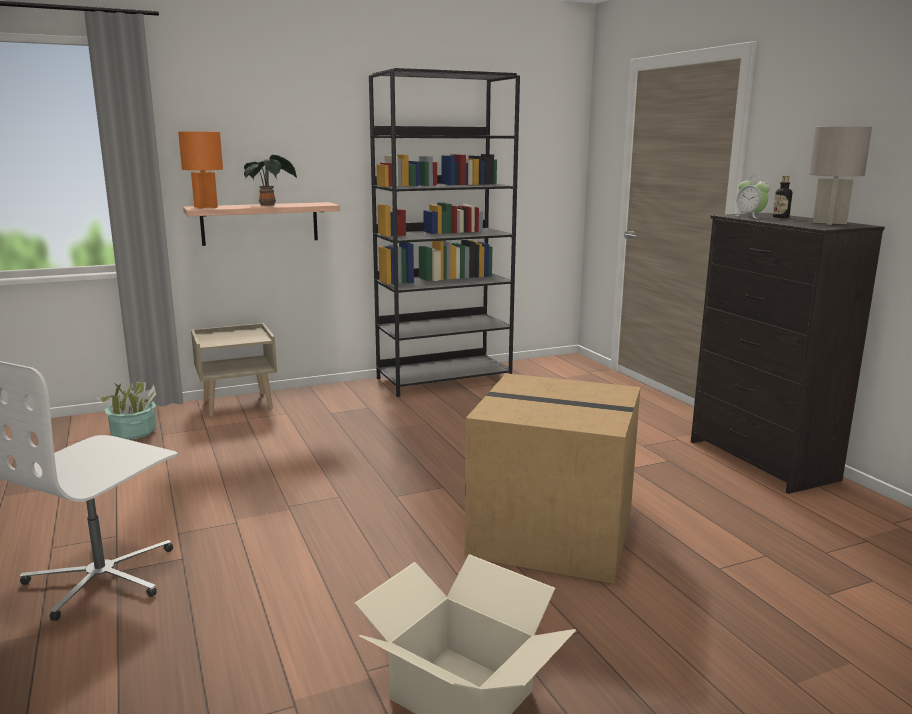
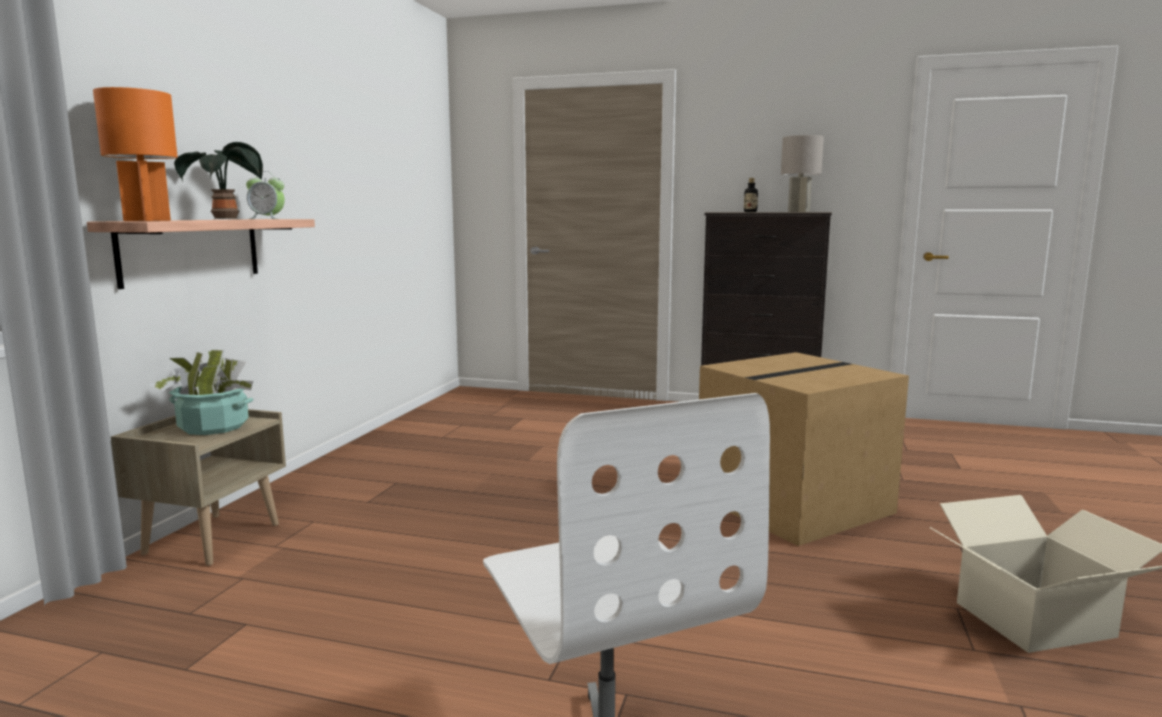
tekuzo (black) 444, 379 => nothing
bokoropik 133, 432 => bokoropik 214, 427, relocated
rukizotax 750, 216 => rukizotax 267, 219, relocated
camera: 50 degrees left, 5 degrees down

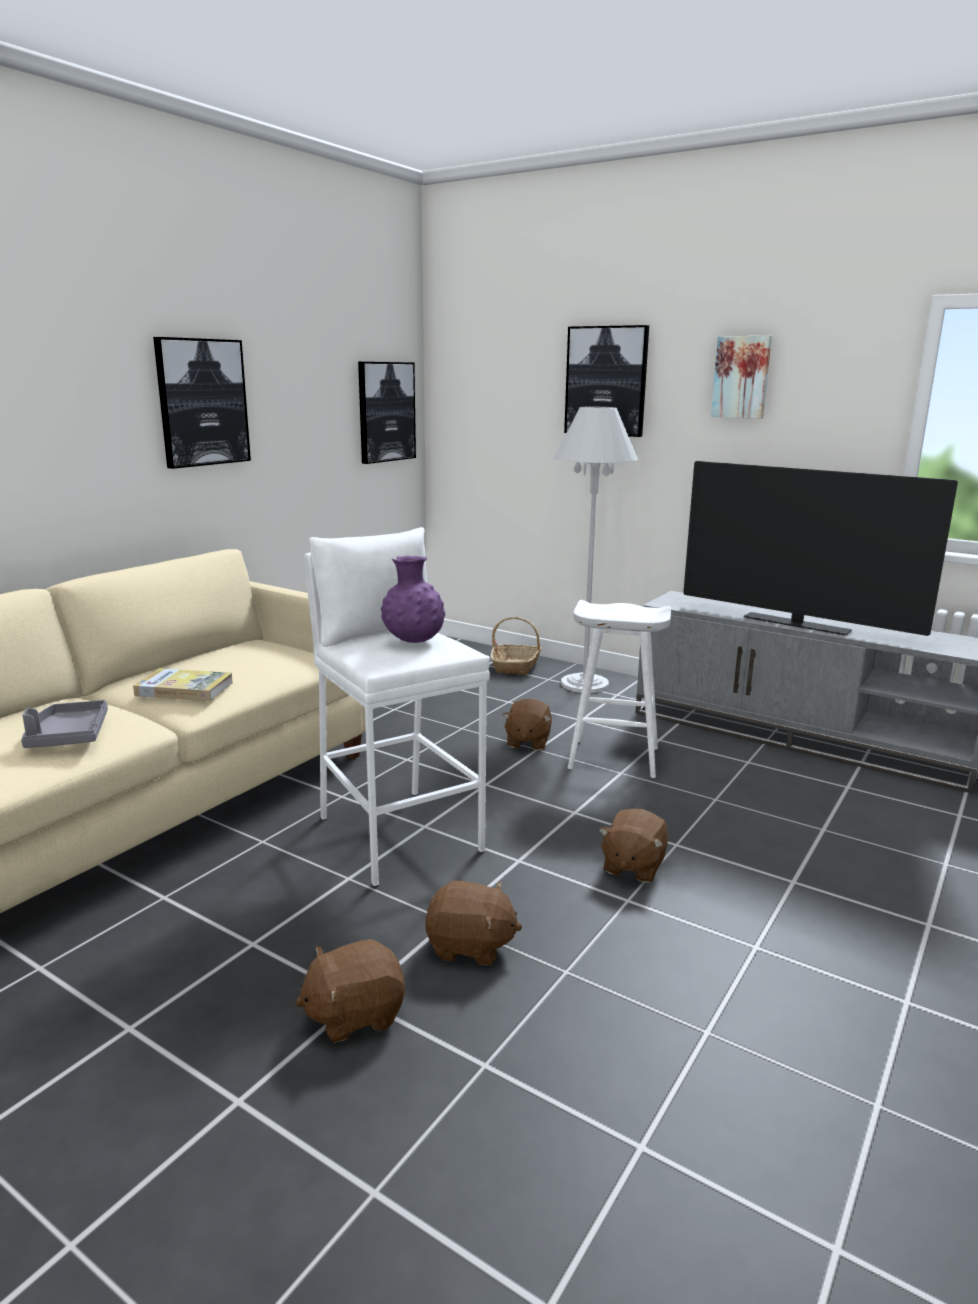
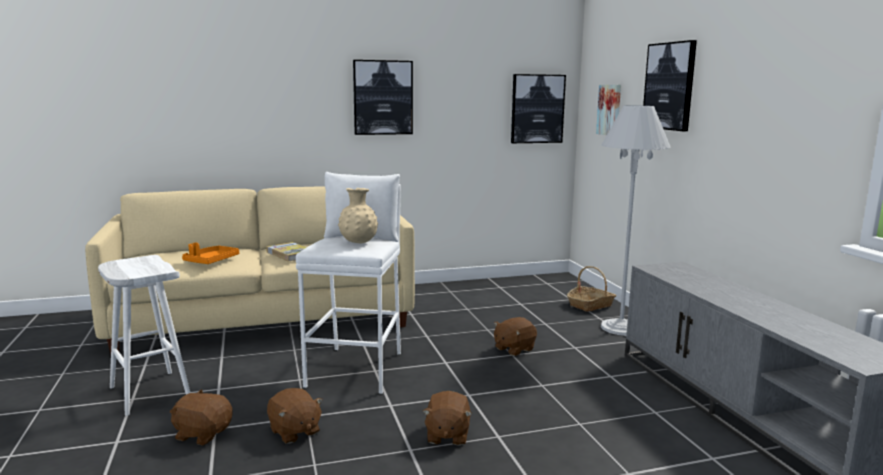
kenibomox 796, 624 => nothing
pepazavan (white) 612, 758 => pepazavan (white) 148, 392, relocated
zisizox 741, 377 => zisizox 610, 110, relocated
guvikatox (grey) 68, 736 => guvikatox (orange) 211, 261
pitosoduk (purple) 414, 642 => pitosoduk (beige) 358, 243
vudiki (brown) 632, 866 => vudiki (brown) 447, 435, 60 degrees counterclockwise
camera: 40 degrees right, 5 degrees down

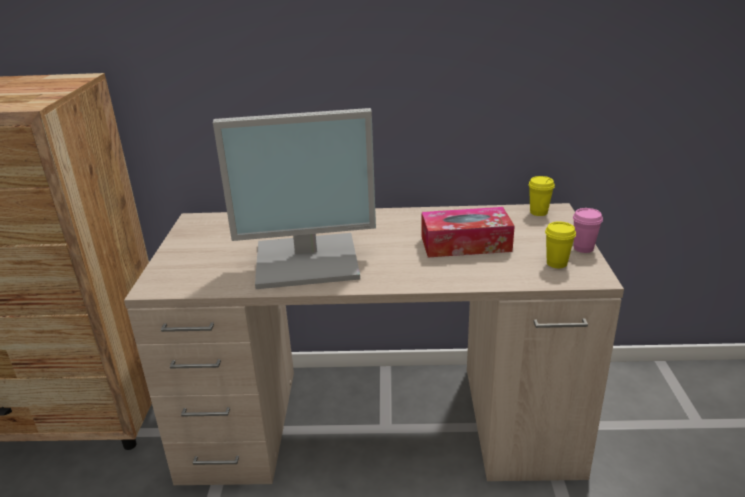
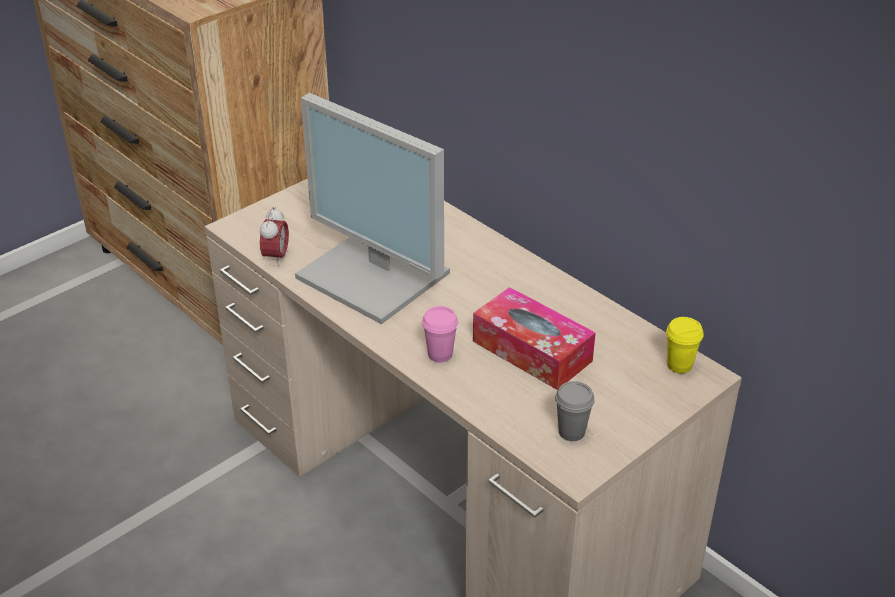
nothing => rukizotax 276, 257
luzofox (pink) 583, 248 => luzofox (pink) 440, 354, relocated
luzofox (yellow) 556, 263 => luzofox (grey) 571, 432
camera: 45 degrees right, 10 degrees up

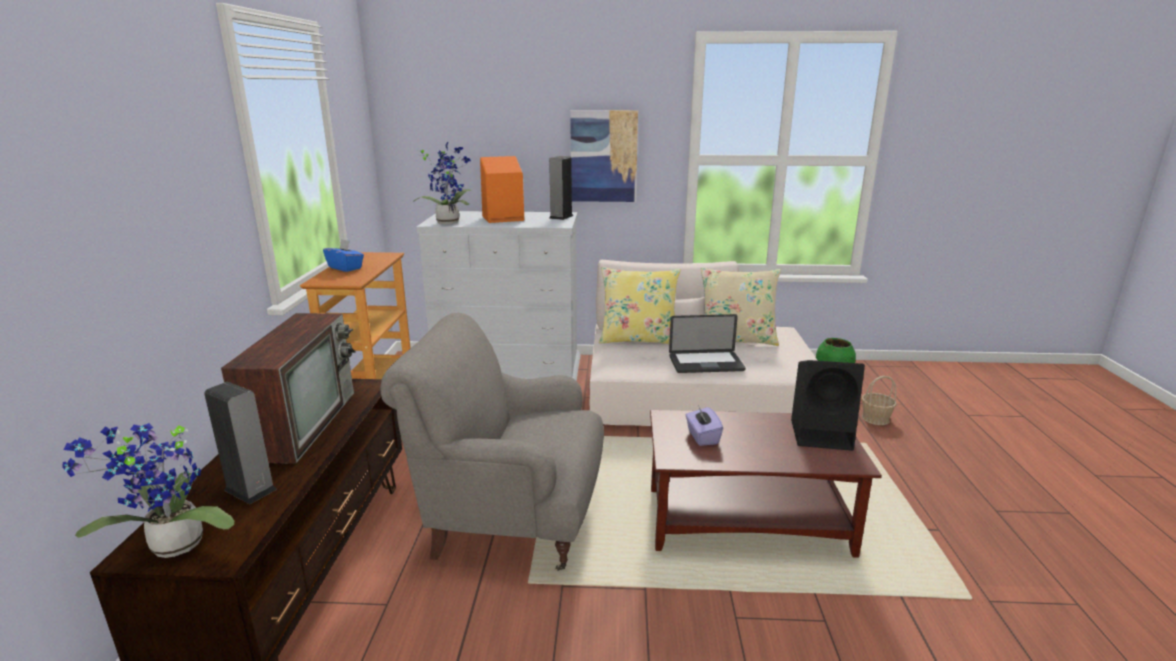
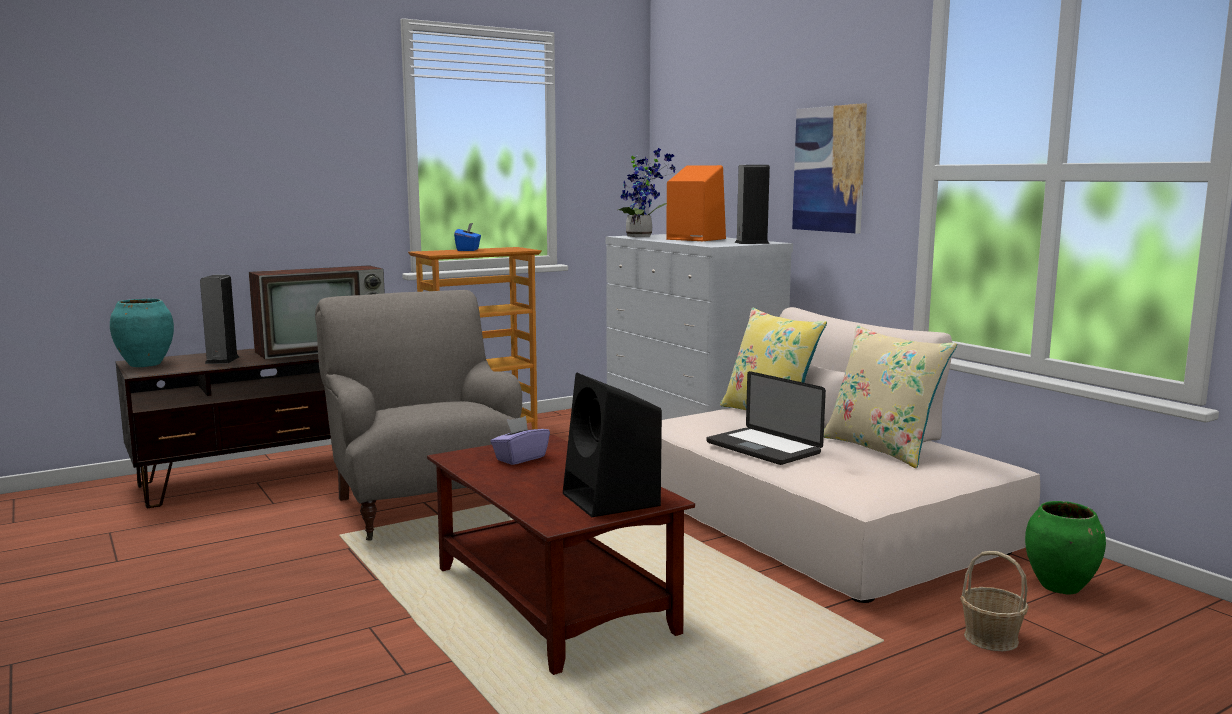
bokoropik 172, 549 => pitosoduk (turquoise) 145, 364
camera: 55 degrees right, 10 degrees down

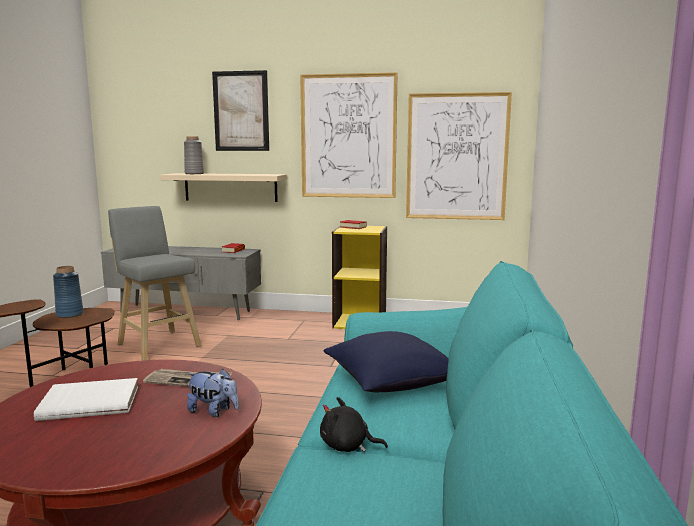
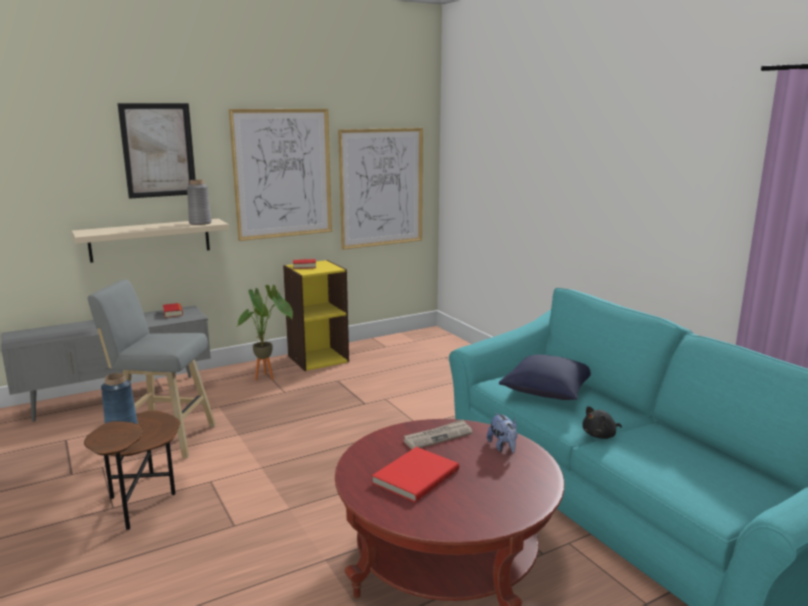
nothing => bokoropik 269, 377
pitosoduk (grey) 194, 173 => pitosoduk (grey) 200, 223, relocated
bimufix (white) 90, 402 => bimufix (red) 414, 476
vudiki 213, 411 => vudiki 503, 447, 90 degrees clockwise
camera: 40 degrees left, 5 degrees up

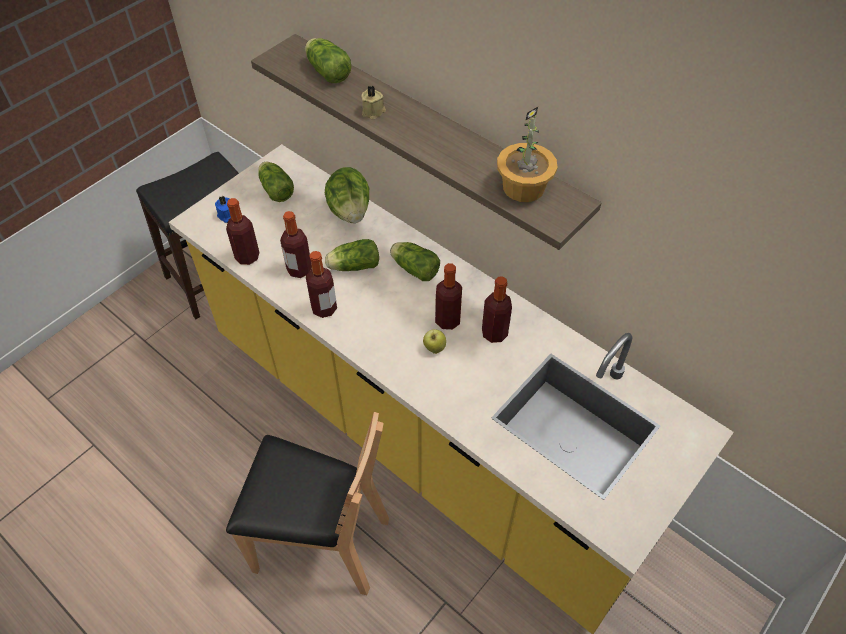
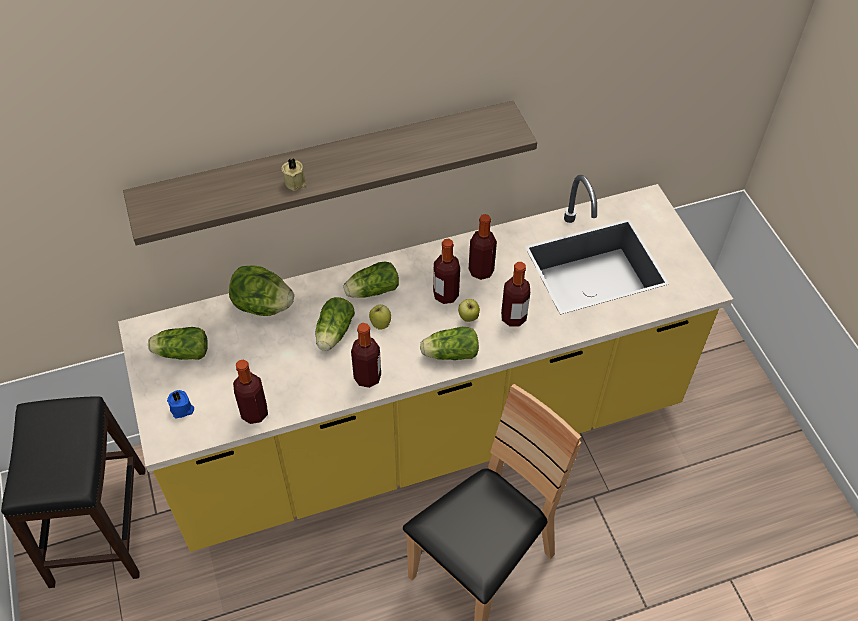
bokoropik 524, 187 => nothing
nothing => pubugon 380, 324
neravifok 299, 269 => neravifok 513, 317, relocated
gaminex 327, 71 => gaminex 448, 353, relocated
camera: 60 degrees left, 0 degrees up

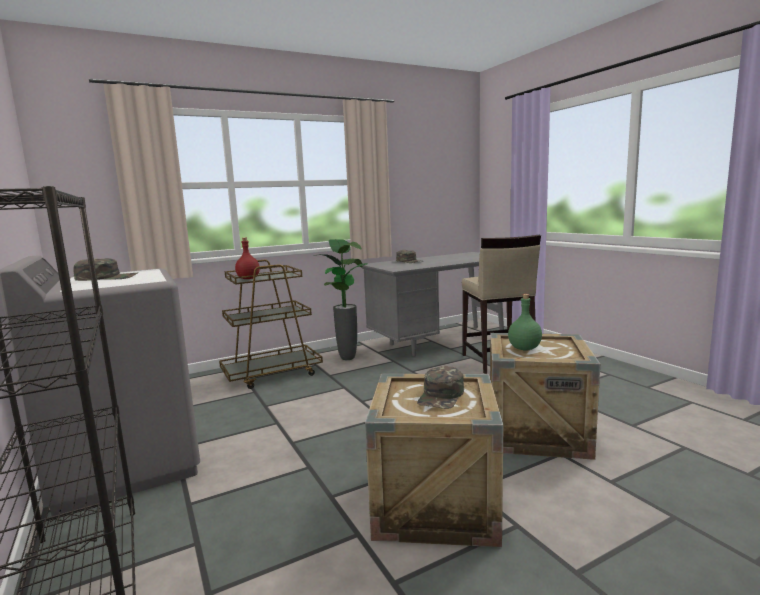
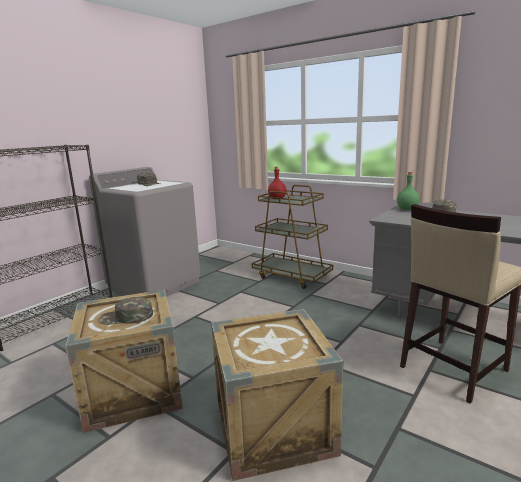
bokoropik 348, 358 => nothing
neravifok (green) 525, 349 => neravifok (green) 407, 209, relocated
camera: 65 degrees right, 5 degrees up

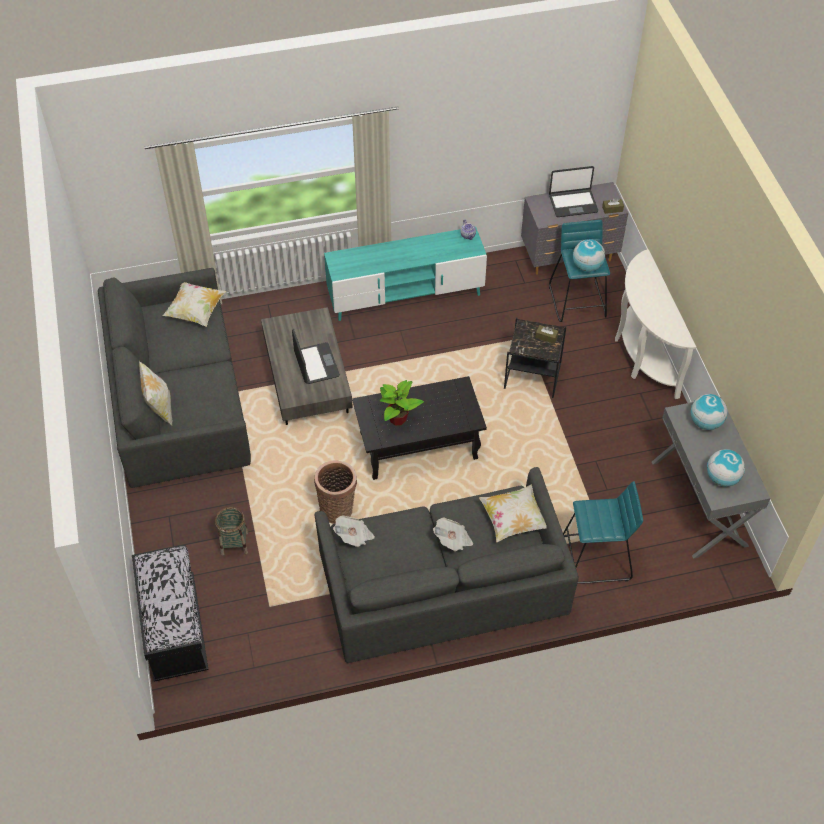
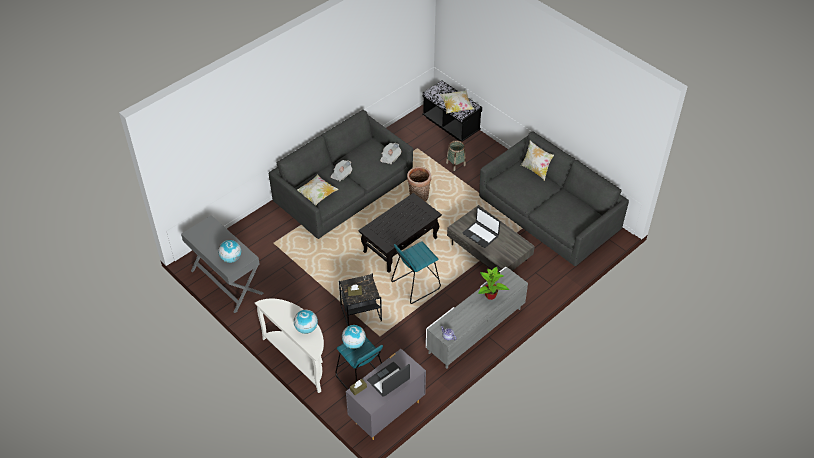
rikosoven 196, 311 => rikosoven 456, 107, relocated
bokoropik 398, 419 => bokoropik 490, 295, relocated
pepazavan (turquoise) 596, 558 => pepazavan (turquoise) 415, 285, relocated
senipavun 722, 478 => senipavun 306, 328, relocated
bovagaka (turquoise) 405, 295 => bovagaka (grey) 475, 330
camera: 150 degrees right, 5 degrees down

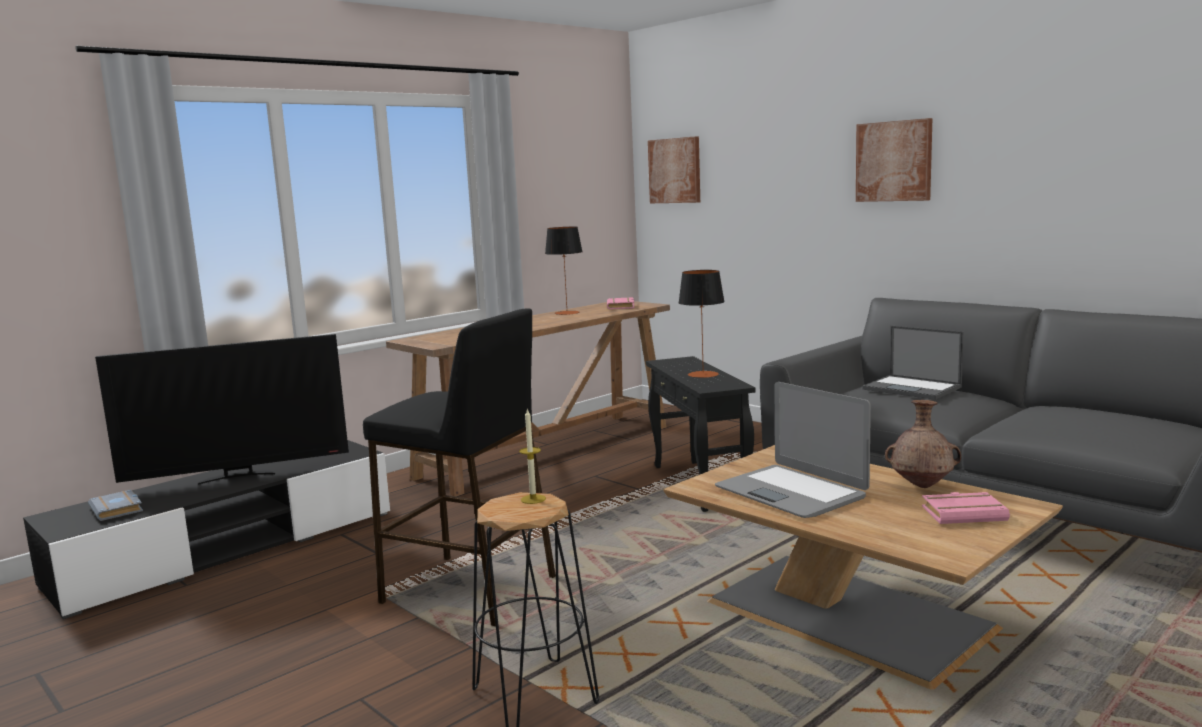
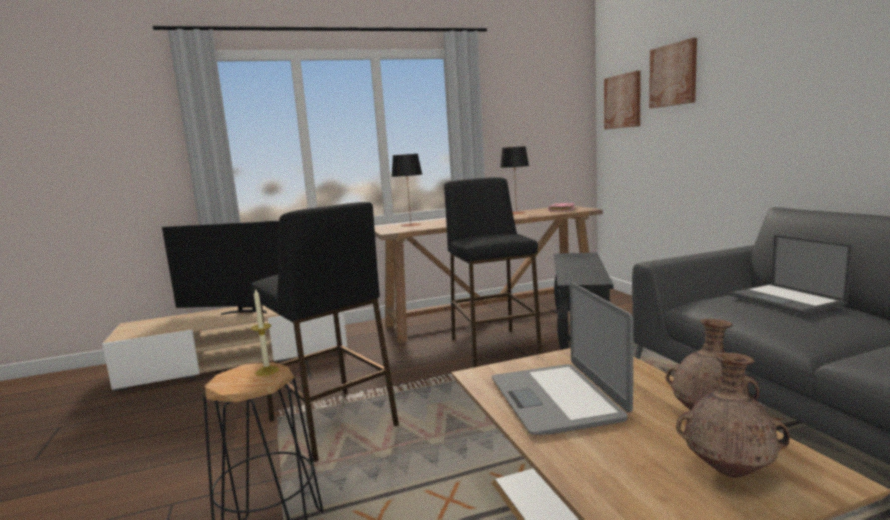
bimufix (grey) 118, 510 => nothing
nothing => pepazavan (black) 494, 347
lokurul 703, 374 => lokurul 410, 225, relocated
zisizox 894, 161 => zisizox 673, 75, relocated
bimufix (pink) 964, 513 => pitosoduk (brown) 730, 471
bovagaka (black) 228, 549 => bovagaka (beige) 239, 359
camera: 25 degrees right, 0 degrees up

